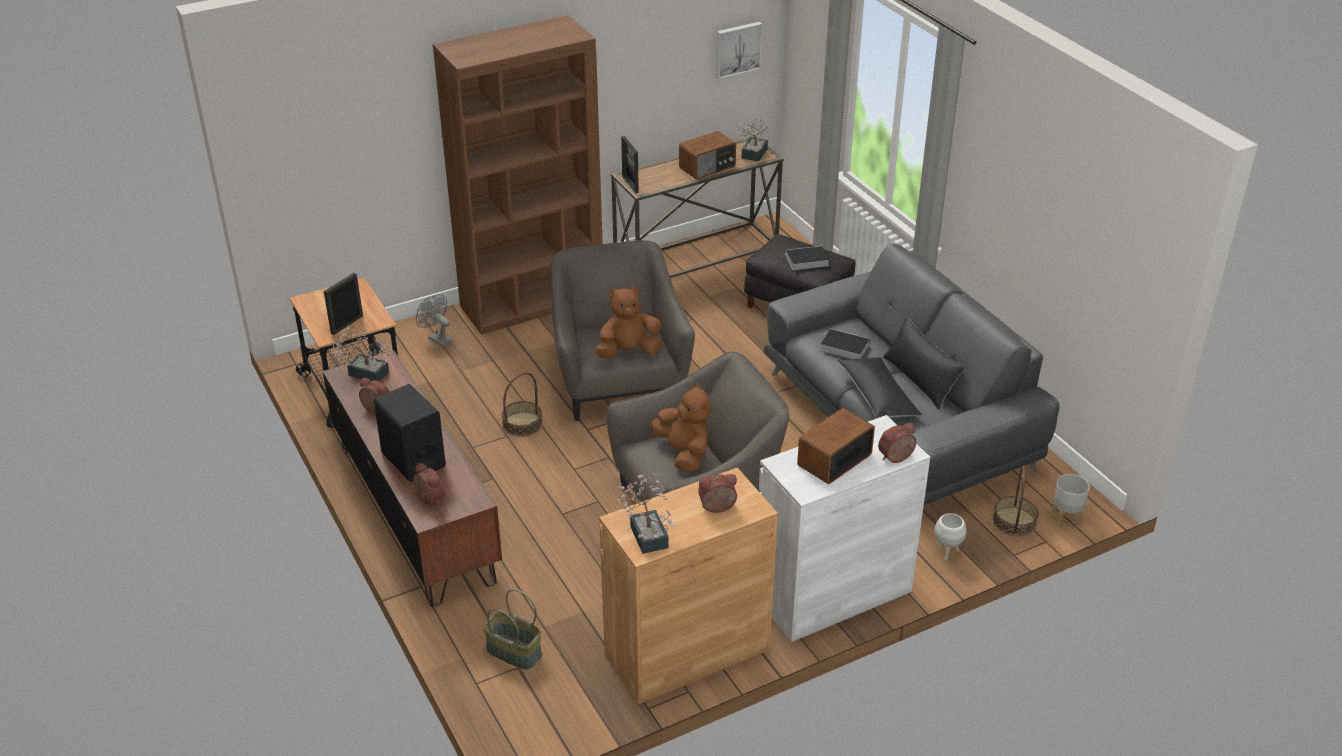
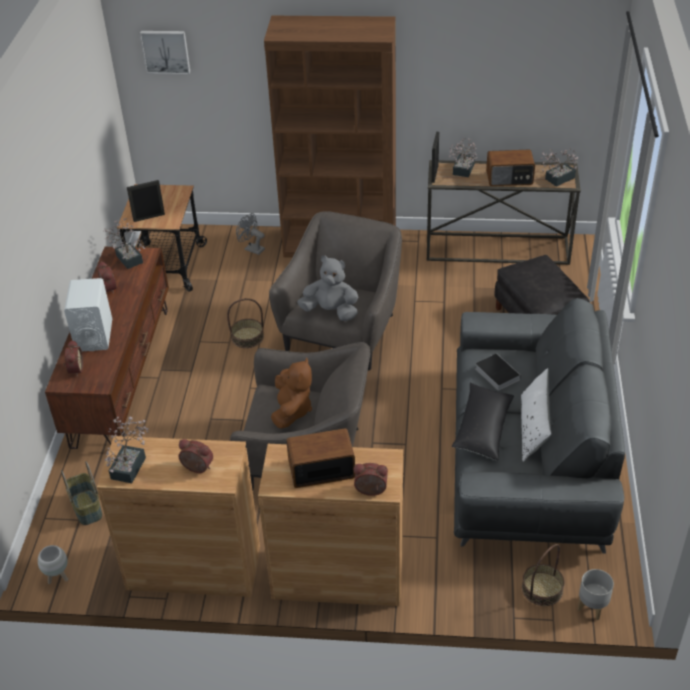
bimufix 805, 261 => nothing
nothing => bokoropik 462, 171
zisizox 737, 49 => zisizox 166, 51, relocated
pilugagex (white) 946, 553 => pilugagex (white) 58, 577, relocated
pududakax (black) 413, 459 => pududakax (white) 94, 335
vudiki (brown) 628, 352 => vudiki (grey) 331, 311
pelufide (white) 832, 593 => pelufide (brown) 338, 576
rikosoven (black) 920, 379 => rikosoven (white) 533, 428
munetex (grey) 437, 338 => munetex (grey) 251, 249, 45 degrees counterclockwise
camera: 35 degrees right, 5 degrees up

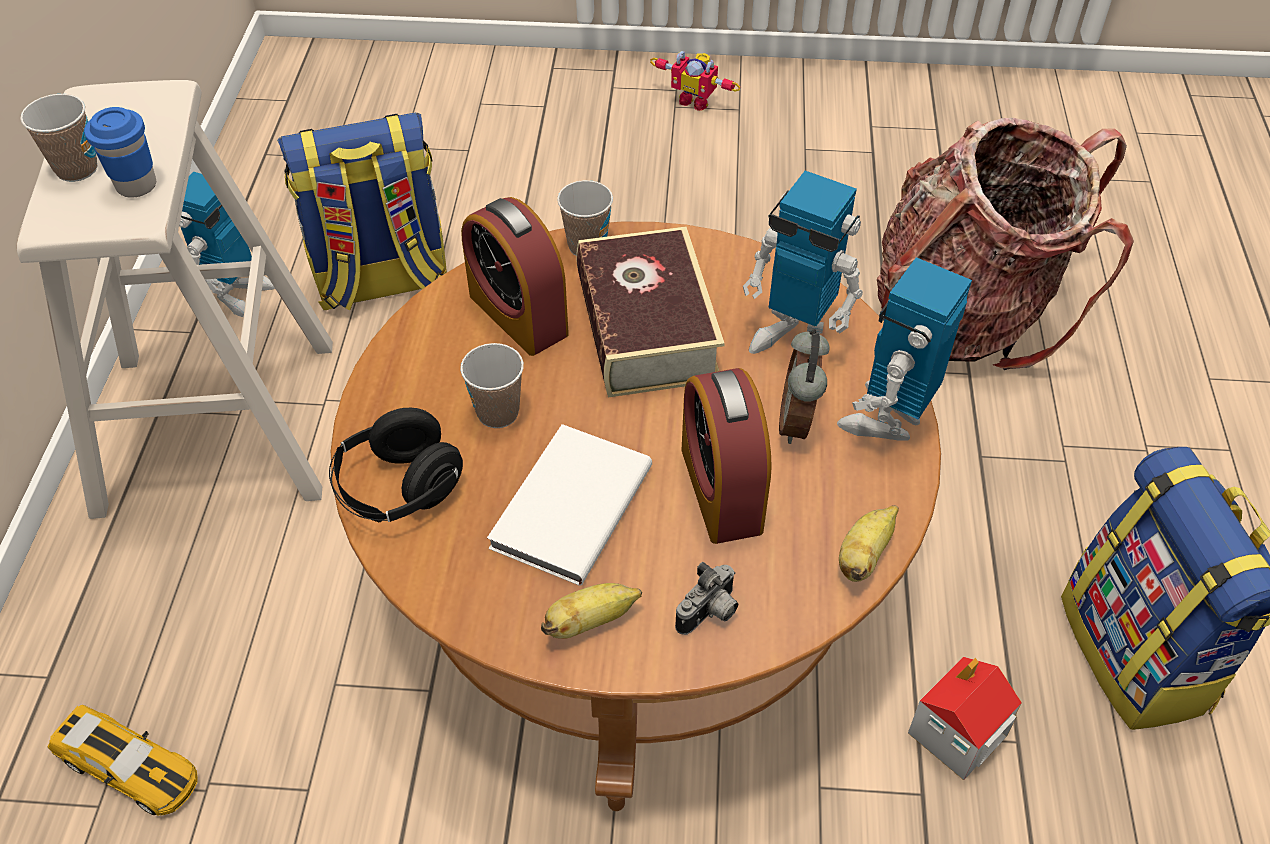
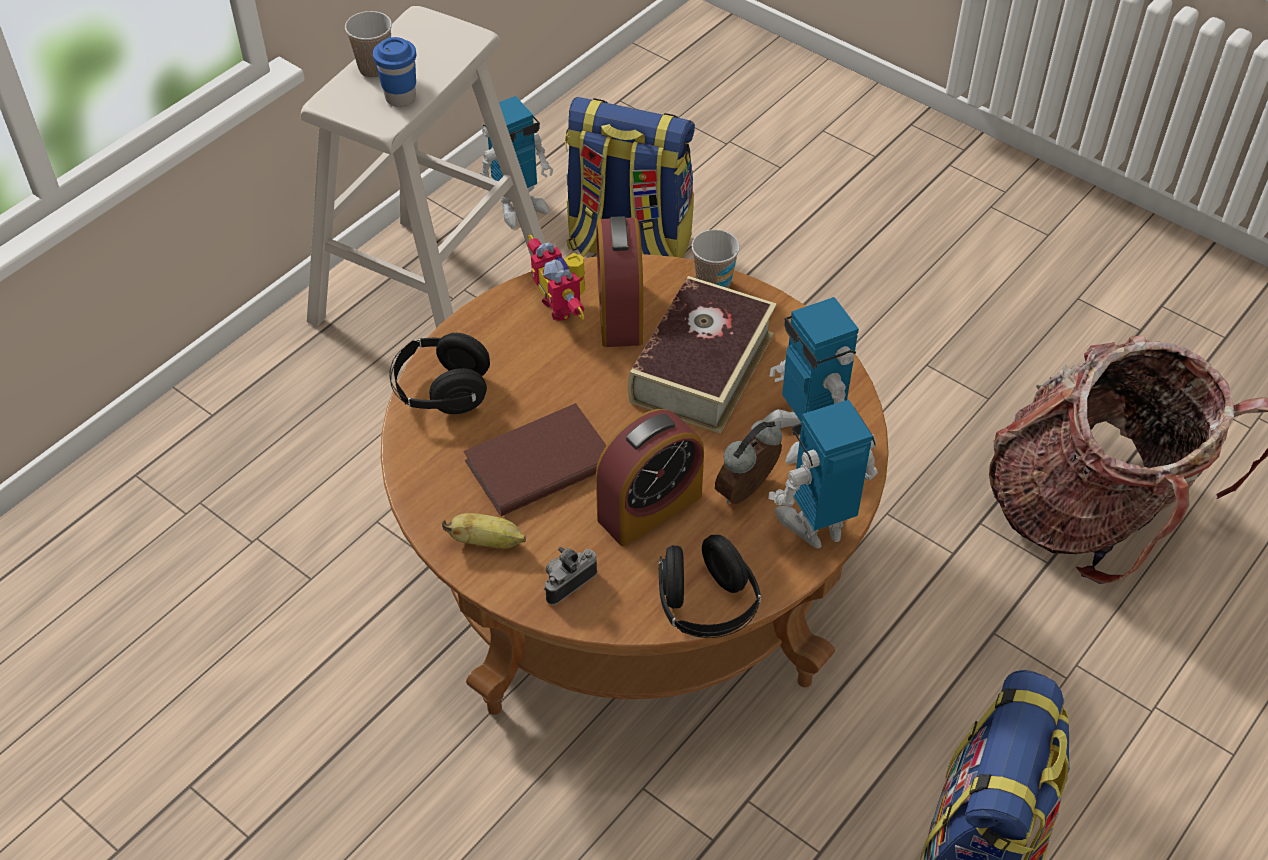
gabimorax 129, 767 => nothing
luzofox 498, 413 => nothing
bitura 955, 735 => nothing
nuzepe 695, 100 => nuzepe 563, 305, relocated
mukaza 864, 556 => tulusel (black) 706, 606
bimufix (white) 567, 507 => bimufix (brown) 536, 462
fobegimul 710, 614 => fobegimul 567, 582, 150 degrees clockwise
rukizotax 721, 489 => rukizotax 649, 507, 150 degrees counterclockwise
camera: 35 degrees right, 0 degrees up

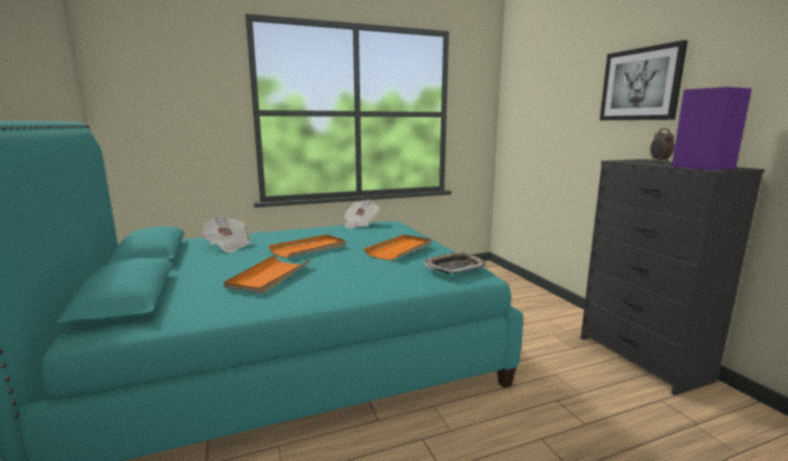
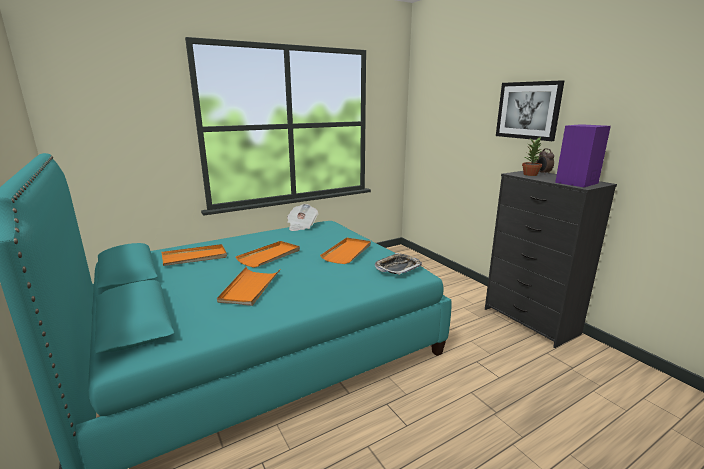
nothing => bokoropik 530, 174
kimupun 228, 246 => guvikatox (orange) 195, 257
camera: 10 degrees left, 5 degrees up

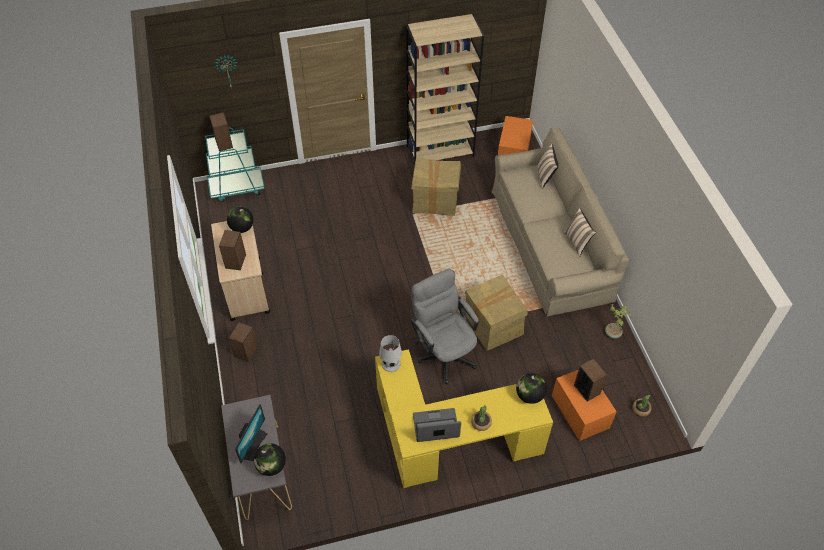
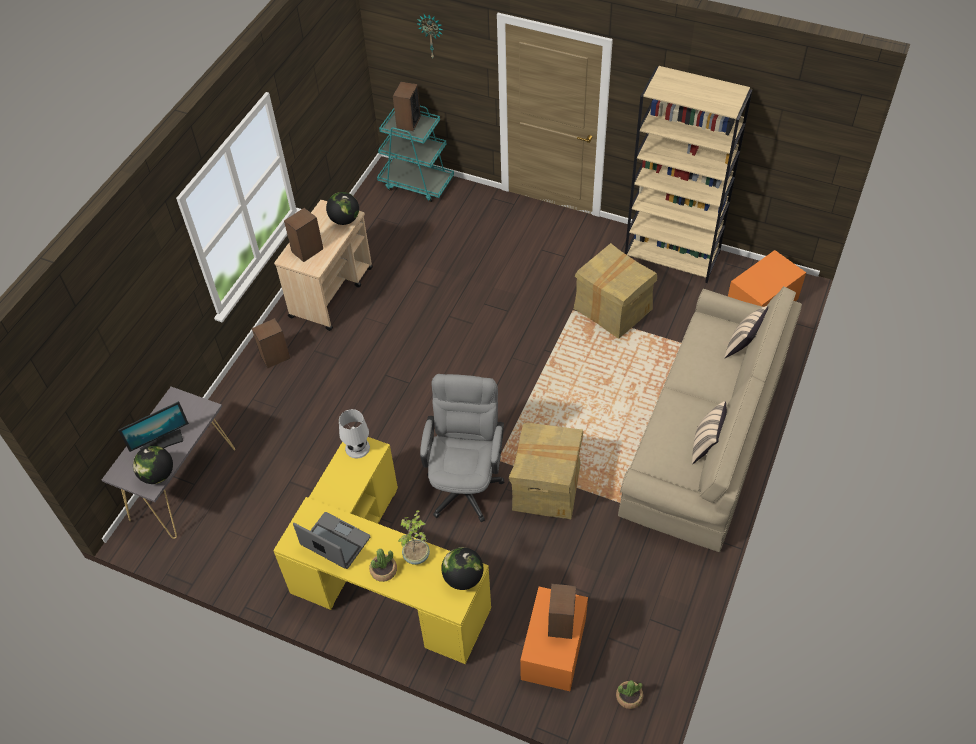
bokoropik 613, 333 => bokoropik 417, 555, relocated
camera: 40 degrees right, 0 degrees up

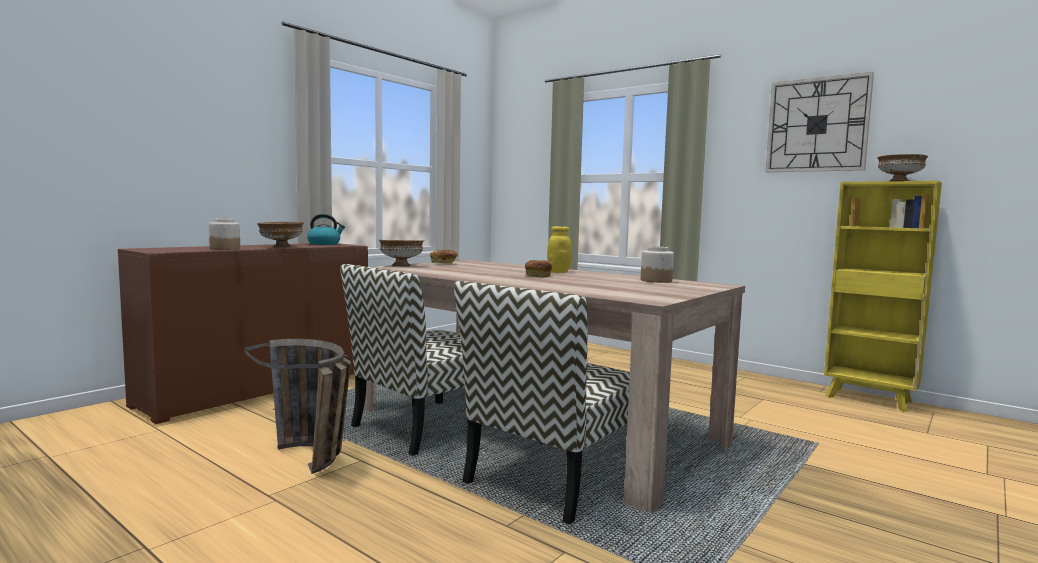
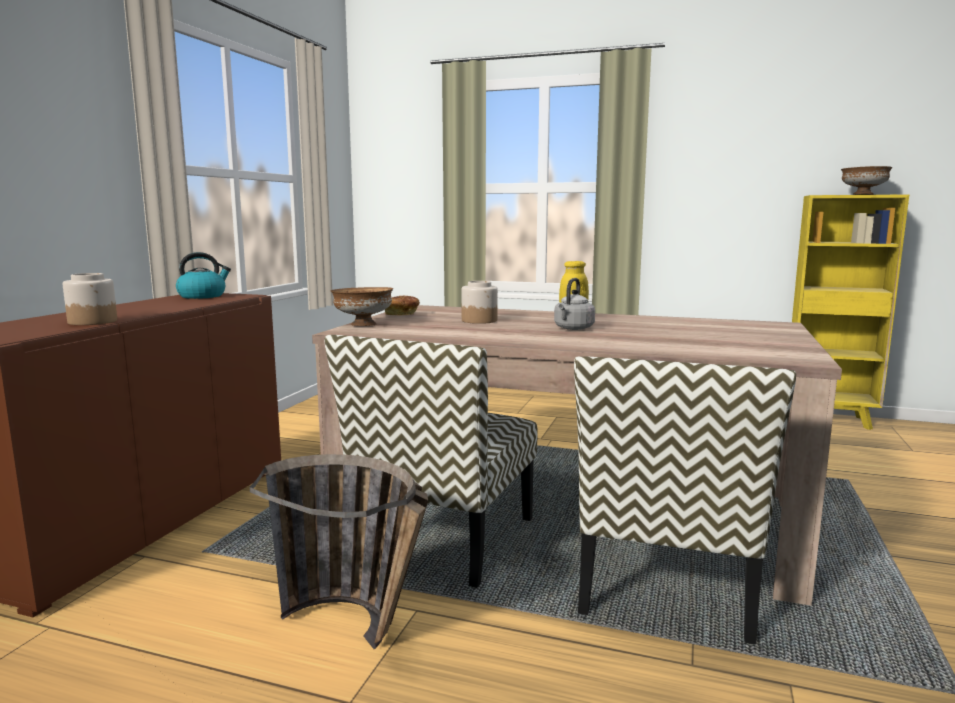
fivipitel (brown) 281, 247 => nothing
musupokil 817, 125 => nothing
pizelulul 656, 281 => pizelulul 479, 320, relocated
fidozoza 537, 276 => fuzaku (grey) 573, 328
camera: 20 degrees left, 5 degrees up

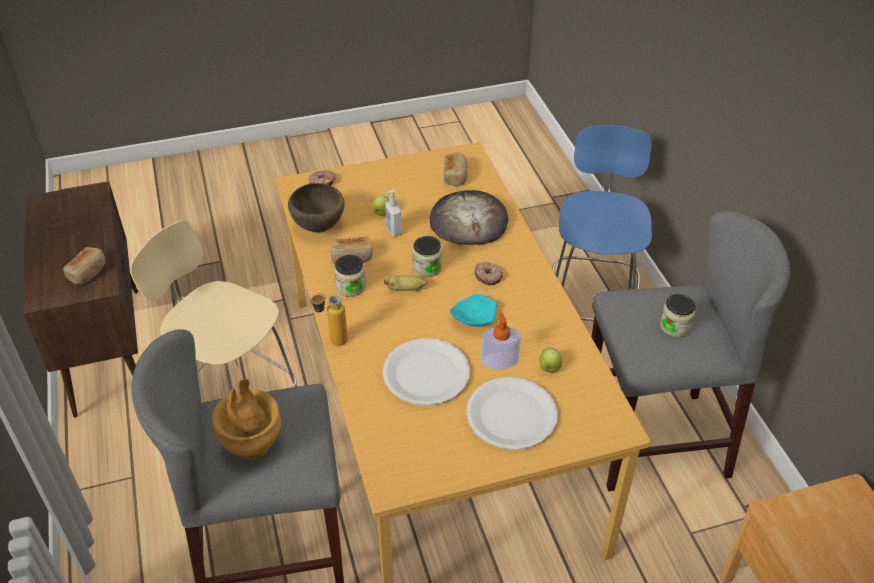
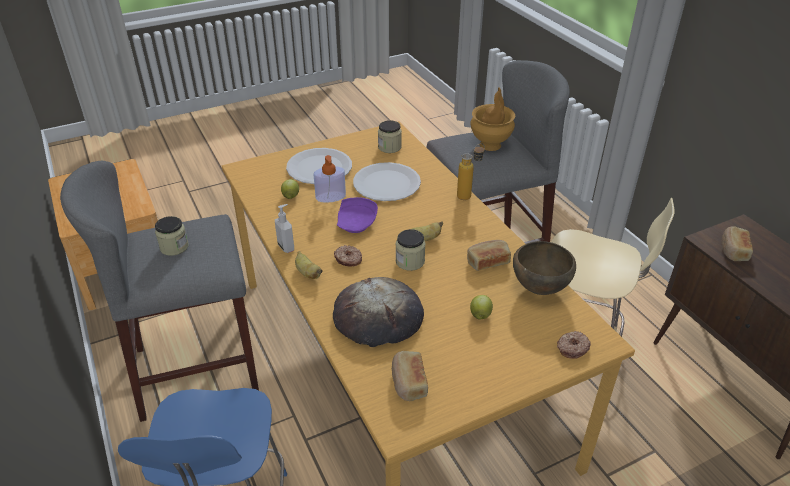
nothing => mukaza 307, 273
pizelulul 351, 286 => pizelulul 389, 147, relocated
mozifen 393, 230 => mozifen 286, 247, relocated
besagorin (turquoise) 473, 318 => besagorin (purple) 357, 223
camera: 170 degrees right, 5 degrees down

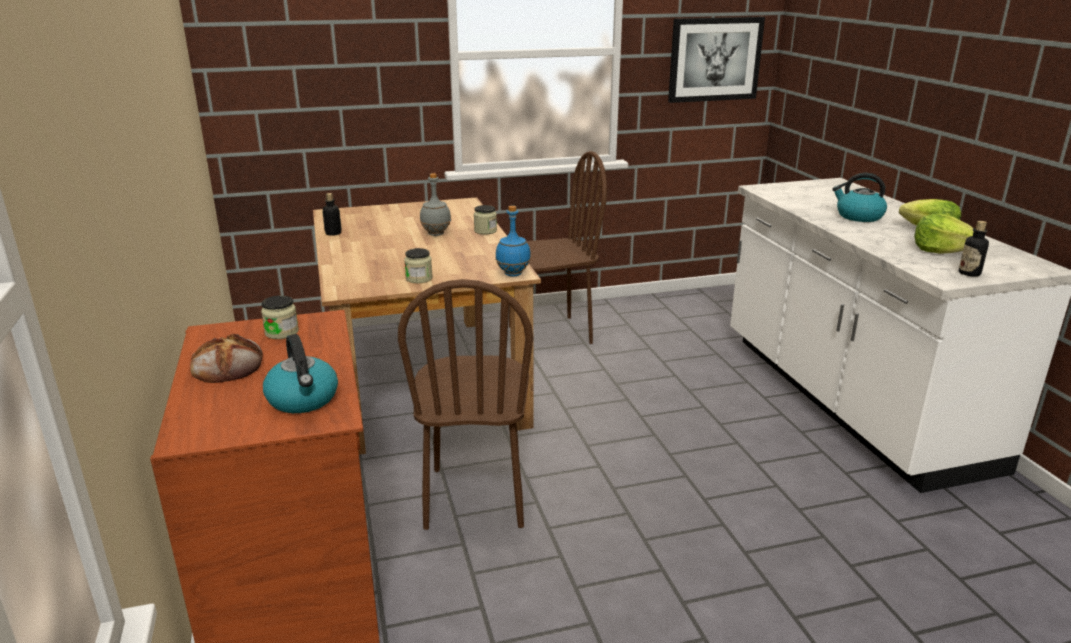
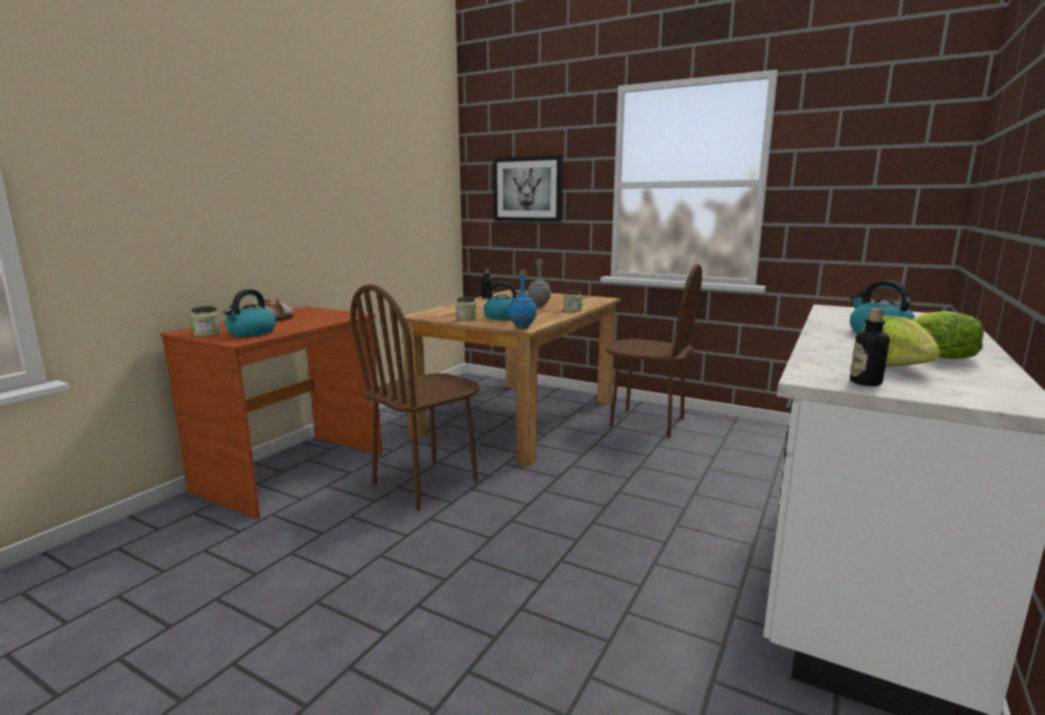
nothing => fuzaku 503, 317
pizelulul 281, 332 => pizelulul 207, 334, relocated
zisizox 714, 59 => zisizox 527, 189, relocated
camera: 45 degrees right, 10 degrees down

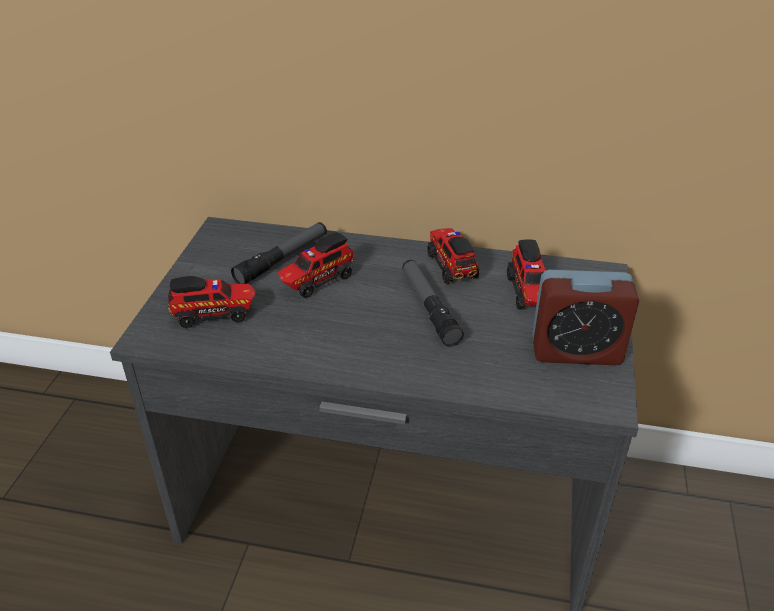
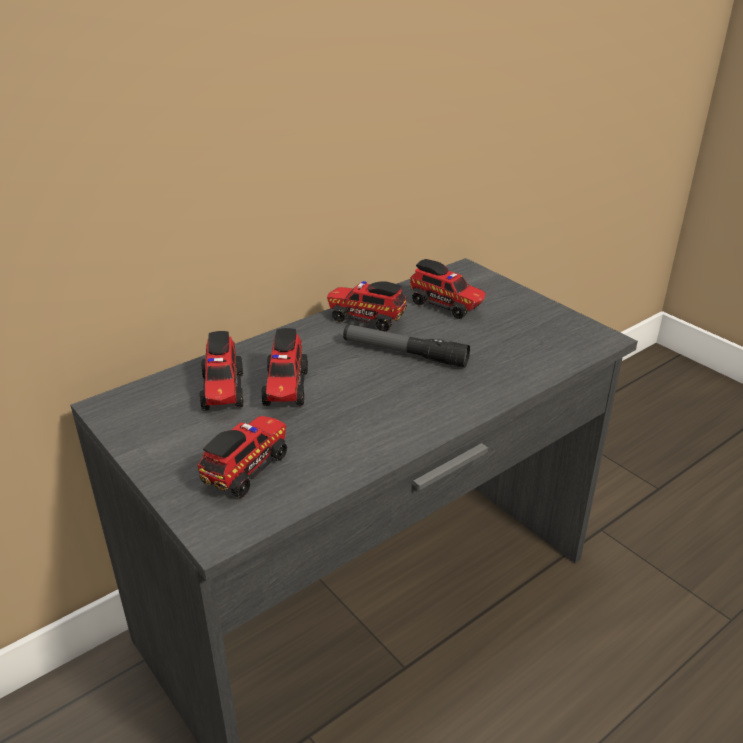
rukizotax 576, 351 => nothing
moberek 282, 259 => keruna 223, 392
camera: 50 degrees left, 5 degrees down

